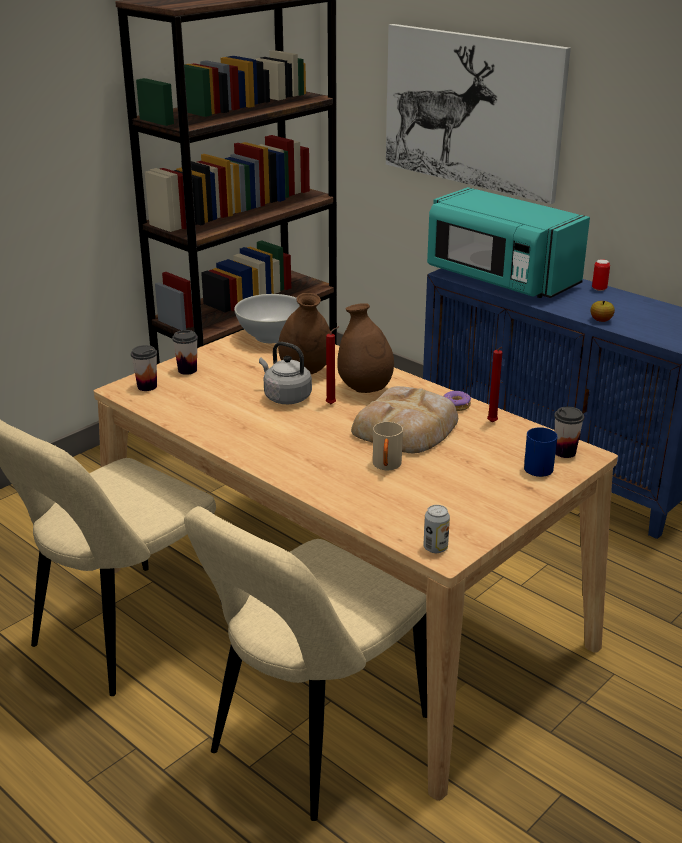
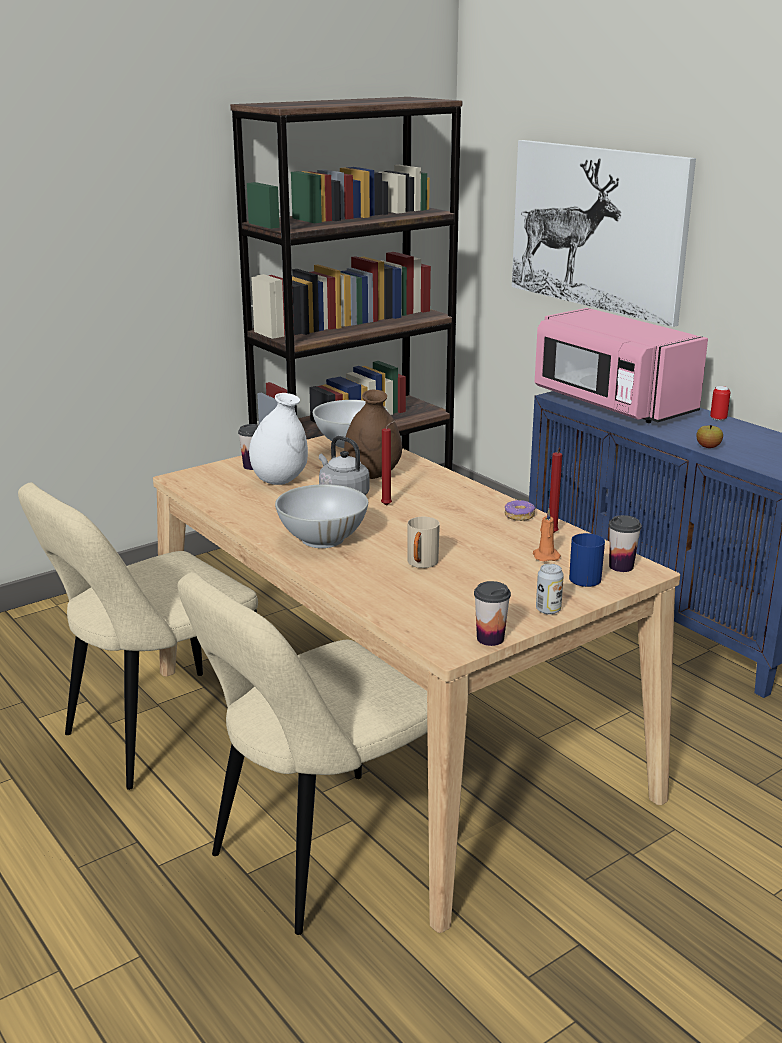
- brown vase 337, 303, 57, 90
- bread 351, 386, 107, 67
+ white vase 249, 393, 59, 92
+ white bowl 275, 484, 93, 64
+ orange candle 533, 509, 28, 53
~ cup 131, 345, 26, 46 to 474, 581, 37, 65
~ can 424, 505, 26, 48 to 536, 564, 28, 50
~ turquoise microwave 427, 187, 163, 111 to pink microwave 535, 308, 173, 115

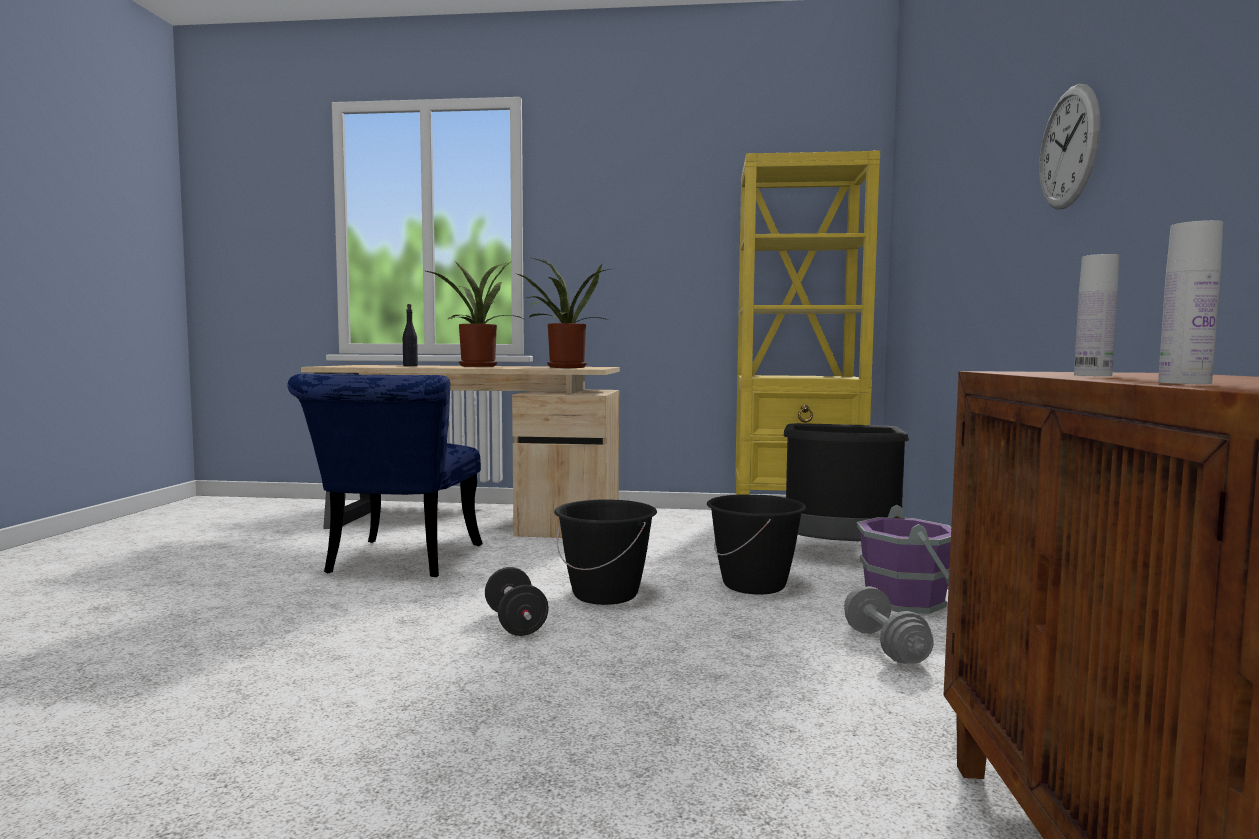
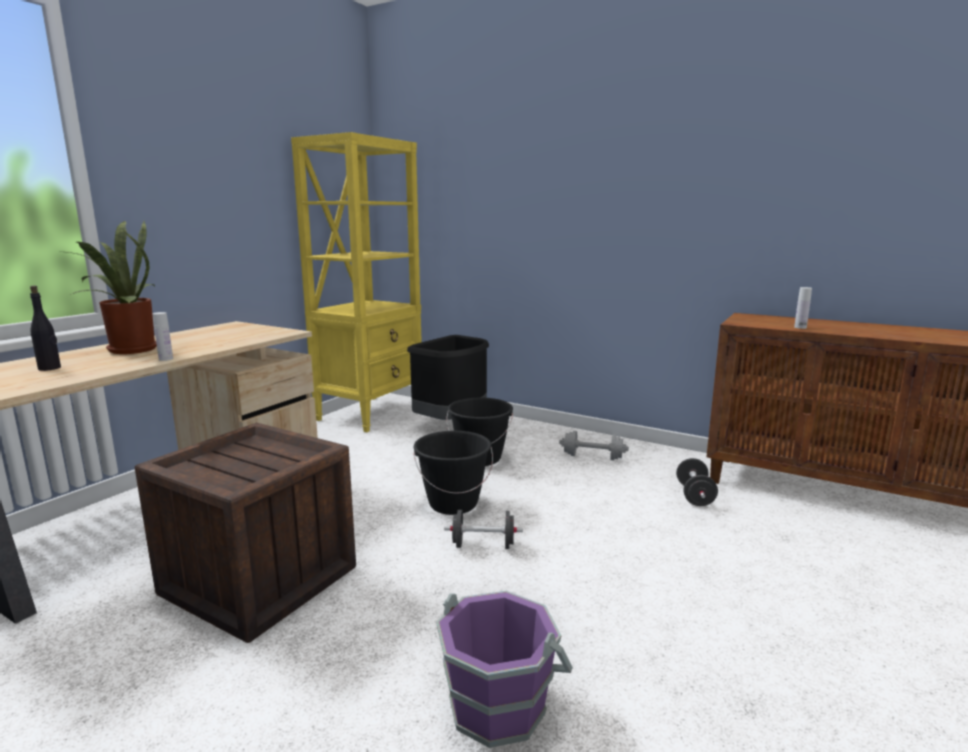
- potted plant 517, 258, 93, 110
- wall clock 1039, 84, 61, 126
+ black dumbbell 676, 458, 42, 48
~ purple bucket 857, 505, 94, 109 to 436, 591, 137, 157
~ white bottle 1158, 220, 65, 164 to 153, 312, 20, 49
~ blue chair 287, 374, 196, 203 to crate 135, 423, 221, 220

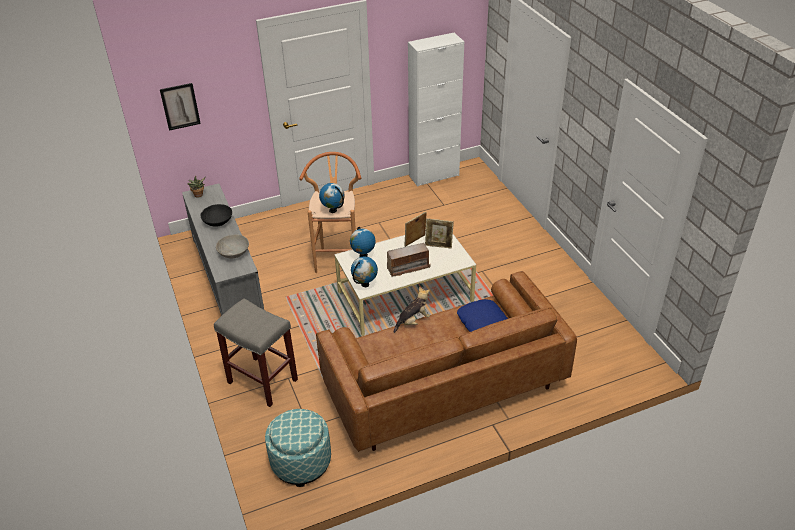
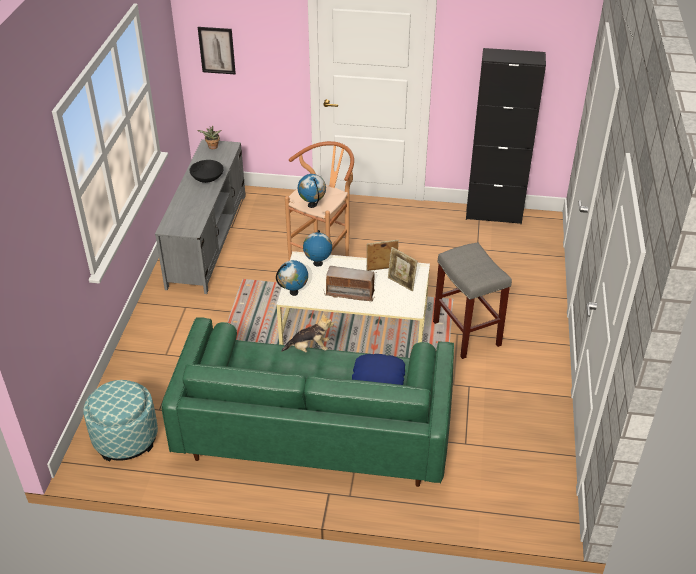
- grey bowl 216, 235, 33, 23
~ grey stool 214, 298, 84, 109 to 433, 242, 79, 117
~ brown sofa 316, 271, 261, 181 to green sofa 162, 317, 292, 170
~ white cabinet 408, 33, 56, 154 to black cabinet 466, 48, 80, 176

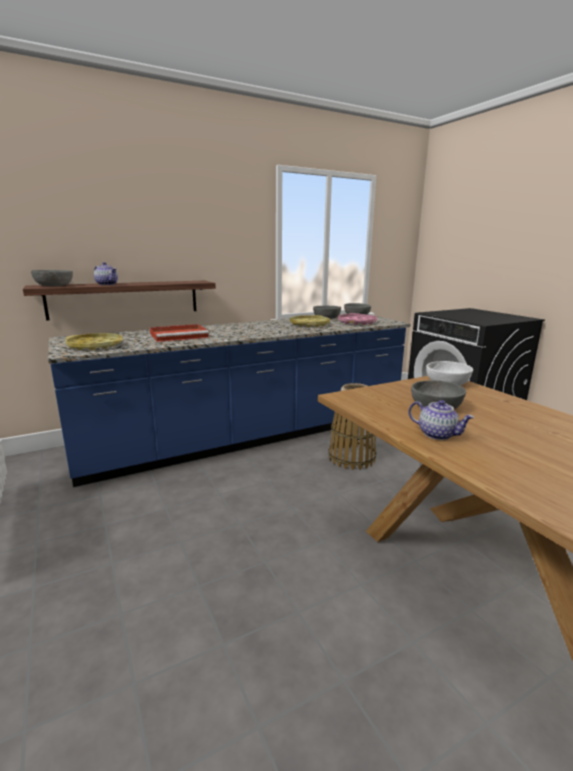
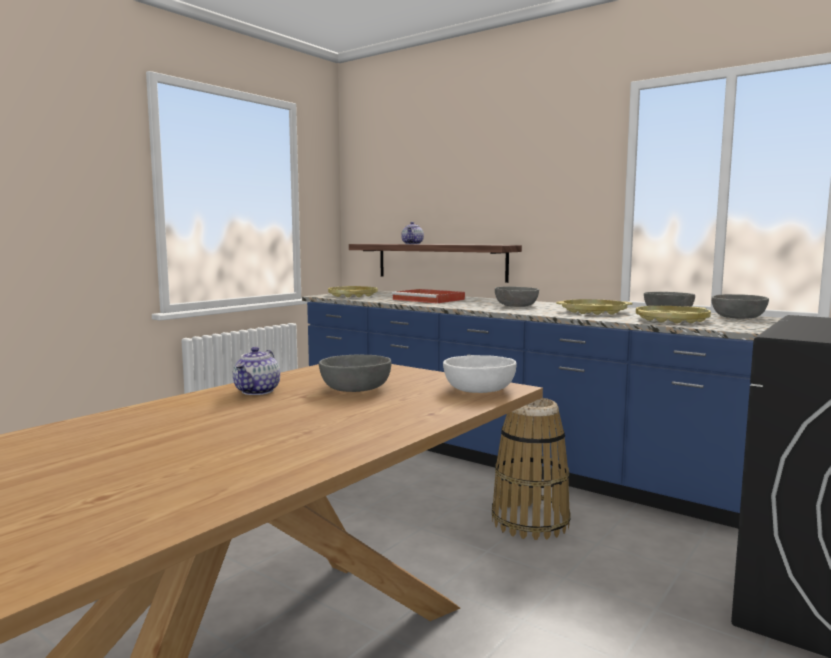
~ grey bowl 31, 270, 42, 16 to 495, 286, 44, 21
~ pink tray 338, 313, 39, 12 to yellow tray 636, 306, 75, 17

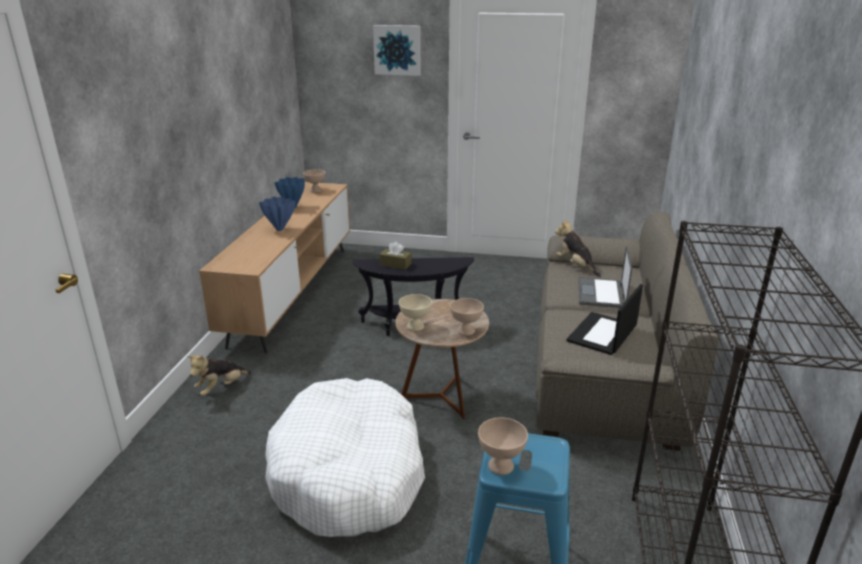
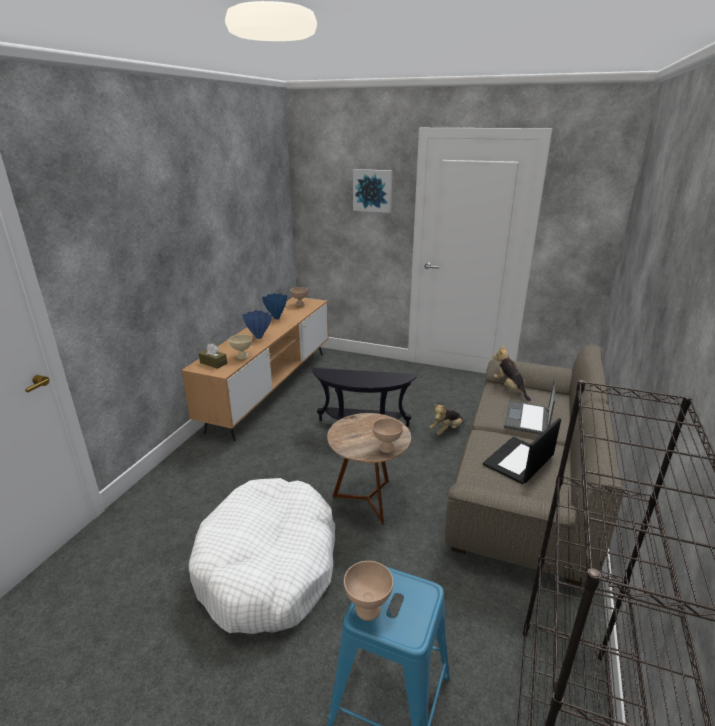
~ plush toy 187, 355, 64, 41 to 430, 405, 34, 30
~ brown tissue box 379, 242, 33, 28 to 199, 343, 28, 26
~ beige bowl 399, 294, 33, 37 to 229, 334, 23, 26

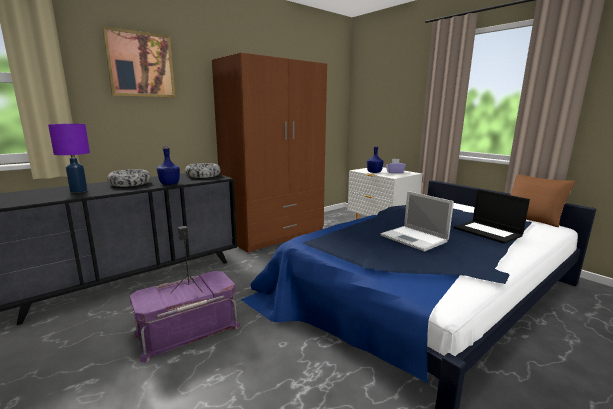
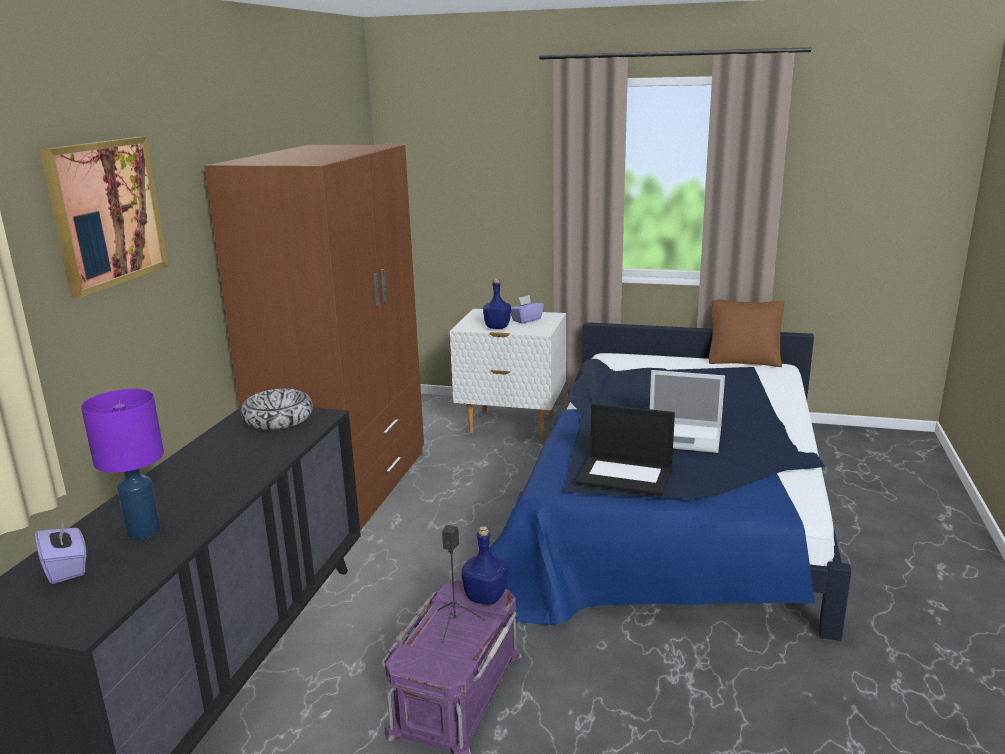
- bowl 107, 169, 44, 18
+ purple tissue box 35, 520, 52, 64
~ blue bottle 157, 145, 23, 40 to 462, 526, 46, 79
~ laptop 454, 189, 76, 55 to 575, 403, 100, 93

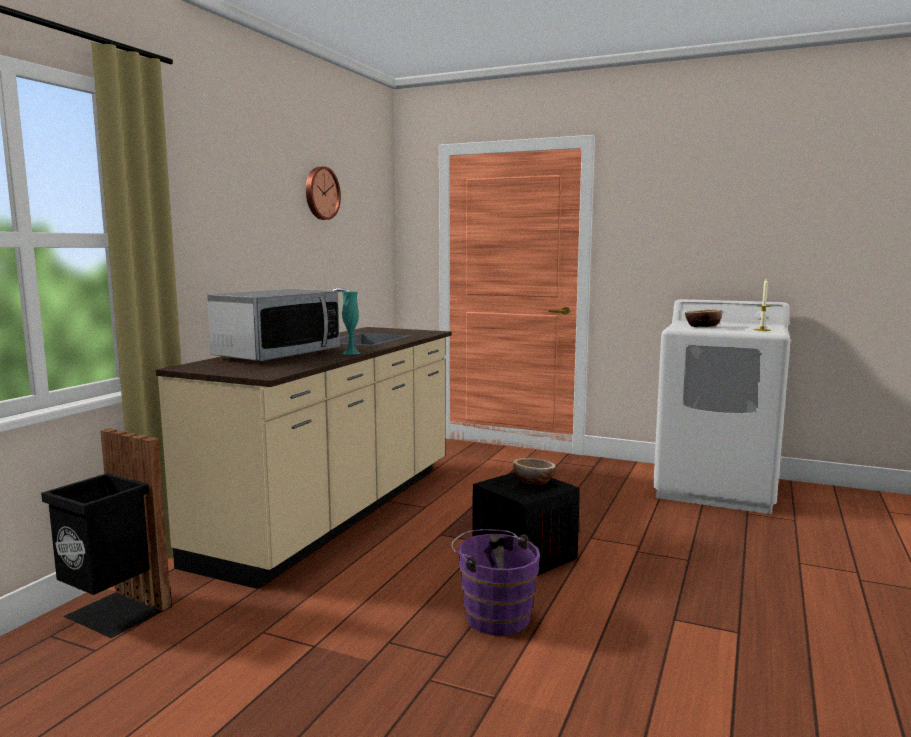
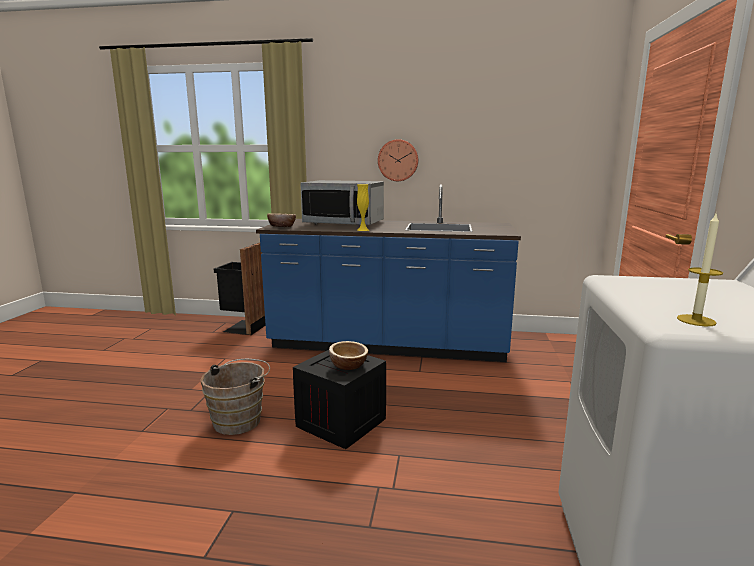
~ wall clock 306, 166, 35, 54 to 378, 139, 41, 42
~ bowl 685, 309, 37, 18 to 267, 213, 29, 14
~ beige counter 156, 288, 295, 301 to blue counter 256, 184, 265, 178
~ turquoise vase 342, 291, 18, 64 to yellow vase 357, 184, 12, 47
~ purple bucket 451, 529, 89, 107 to brown bucket 200, 359, 70, 76

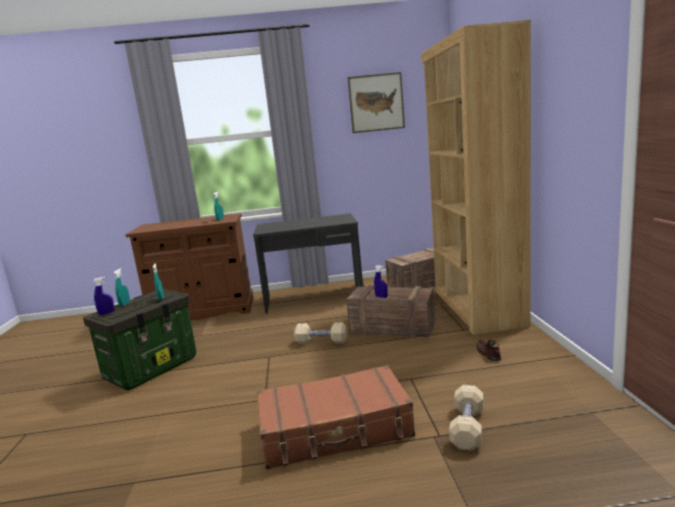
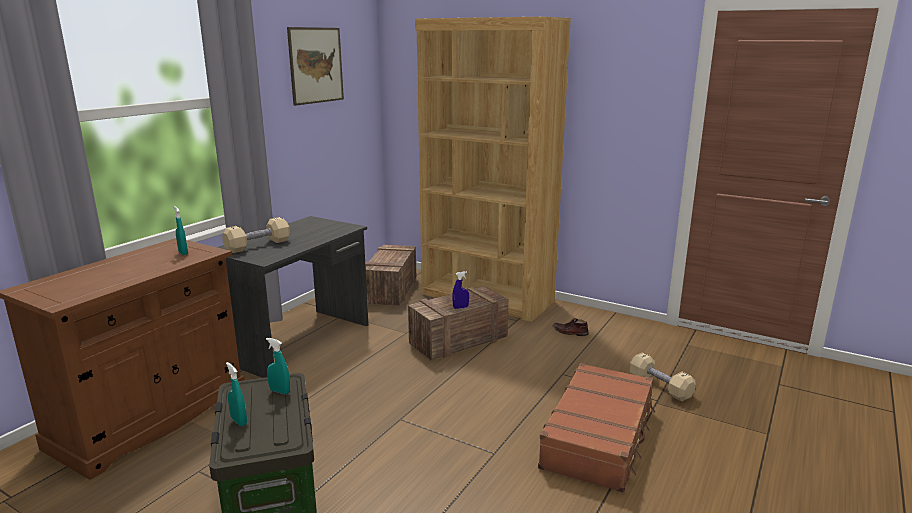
- blue spray bottle 93, 277, 22, 38
~ beige dumbbell 294, 322, 53, 22 to 222, 217, 68, 36

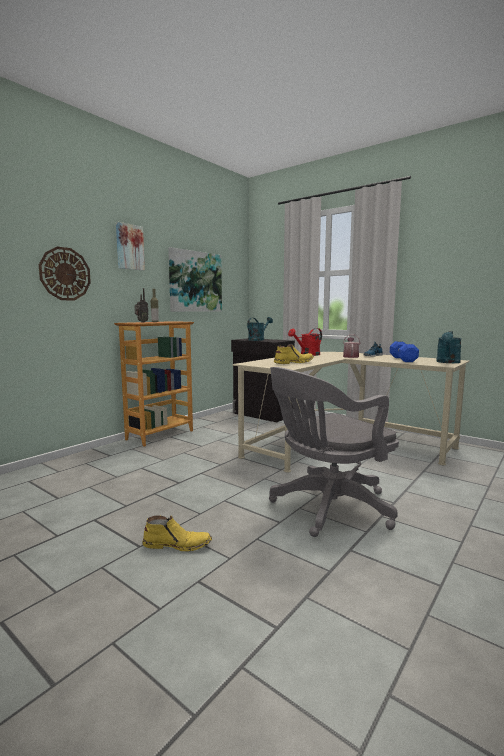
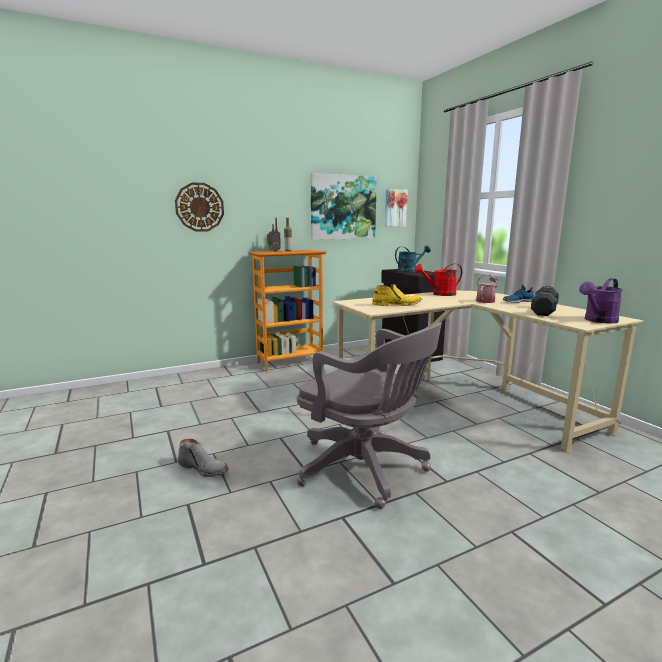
~ picture 116, 222, 29, 49 to 385, 189, 23, 38
~ yellow boot 142, 516, 70, 36 to grey boot 178, 439, 51, 38
~ blue dumbbell 390, 341, 29, 21 to black dumbbell 531, 286, 28, 30
~ turquoise watering can 436, 331, 26, 32 to purple watering can 579, 278, 44, 46
~ grey office chair 269, 367, 130, 170 = 297, 322, 145, 187 135 degrees counterclockwise

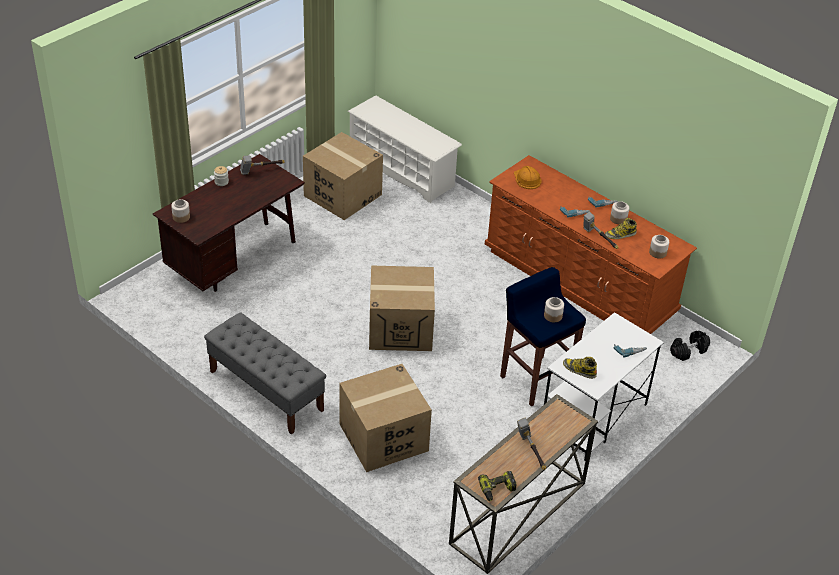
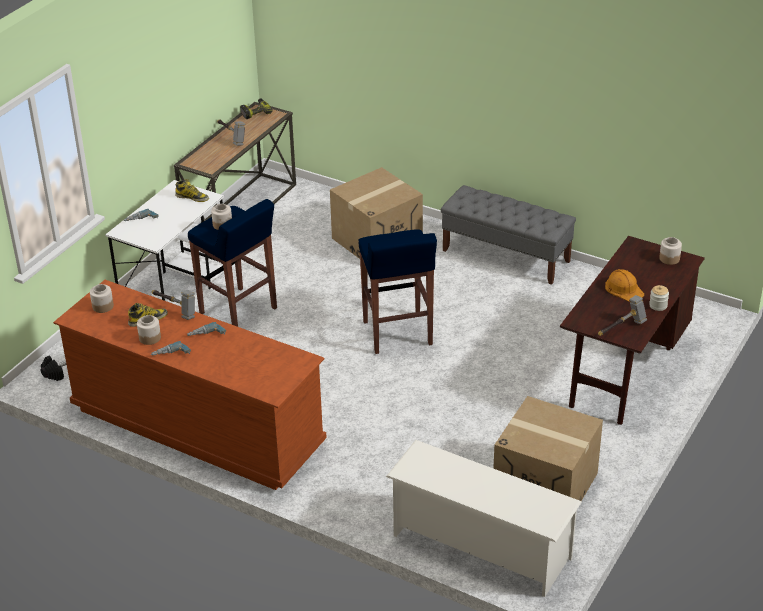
~ orange hard hat 514, 166, 28, 23 to 605, 269, 39, 33
~ cardboard box 369, 265, 66, 86 to blue stool 359, 229, 78, 125

